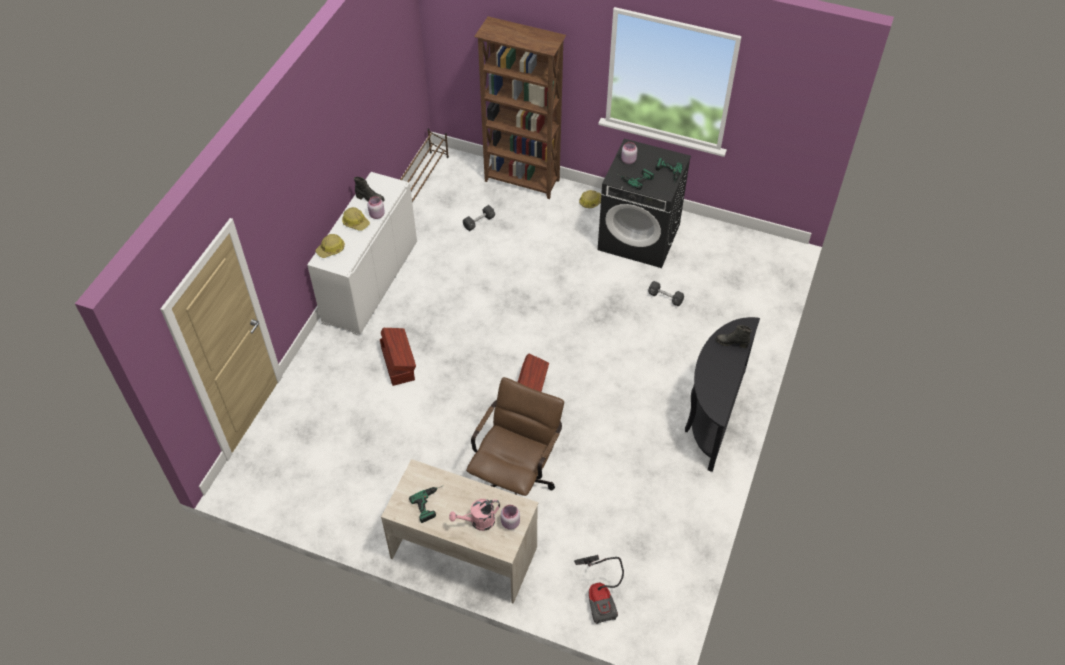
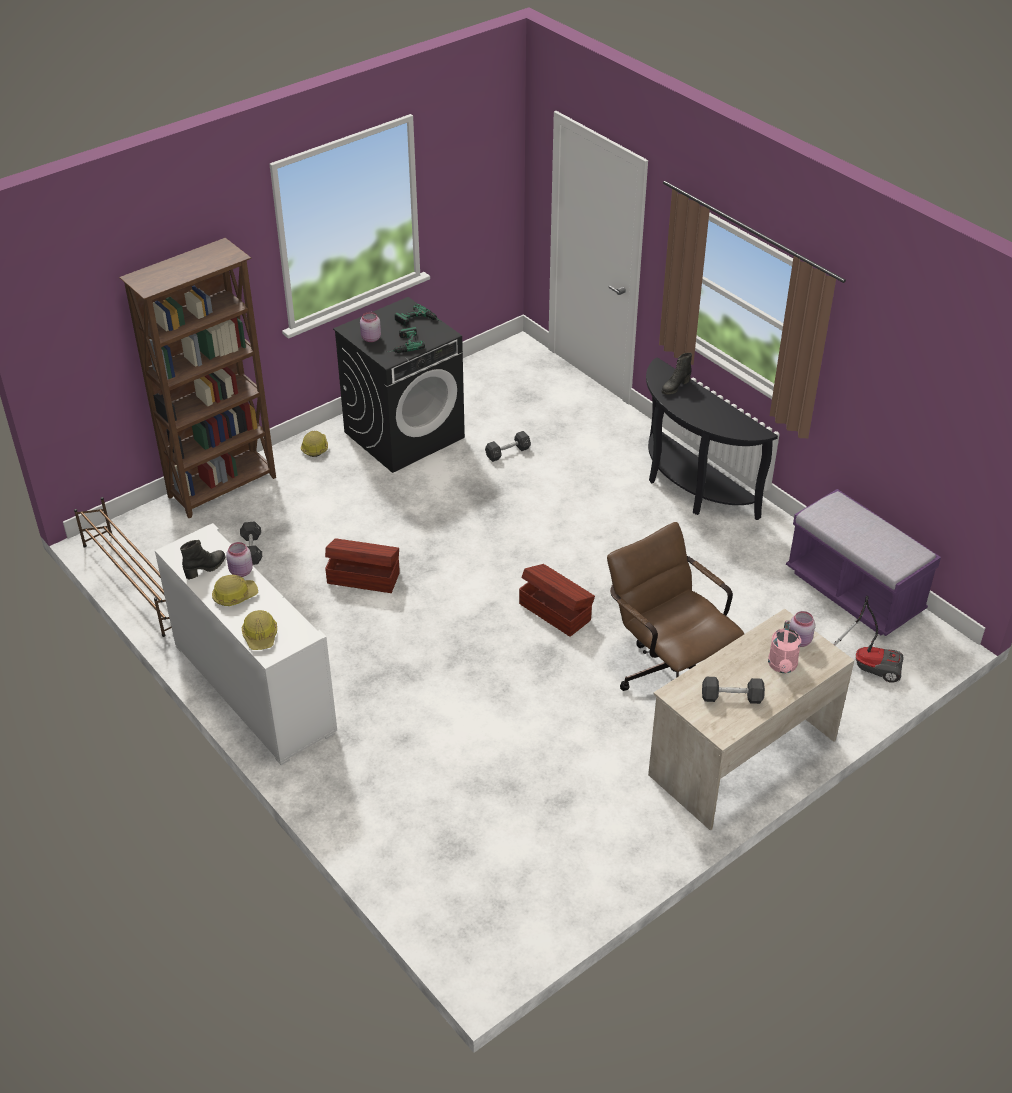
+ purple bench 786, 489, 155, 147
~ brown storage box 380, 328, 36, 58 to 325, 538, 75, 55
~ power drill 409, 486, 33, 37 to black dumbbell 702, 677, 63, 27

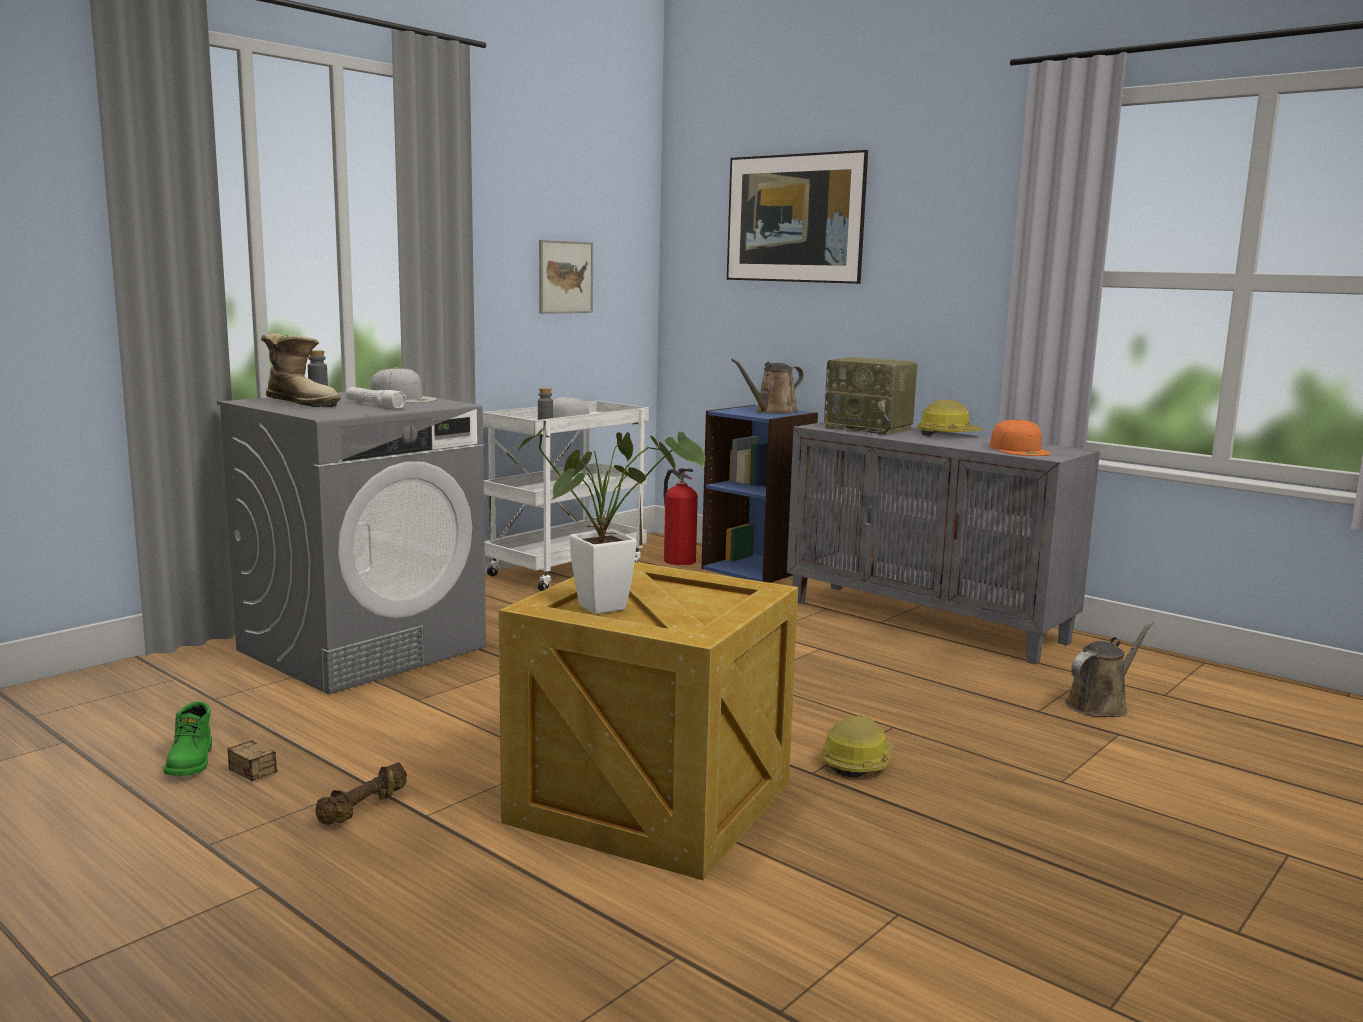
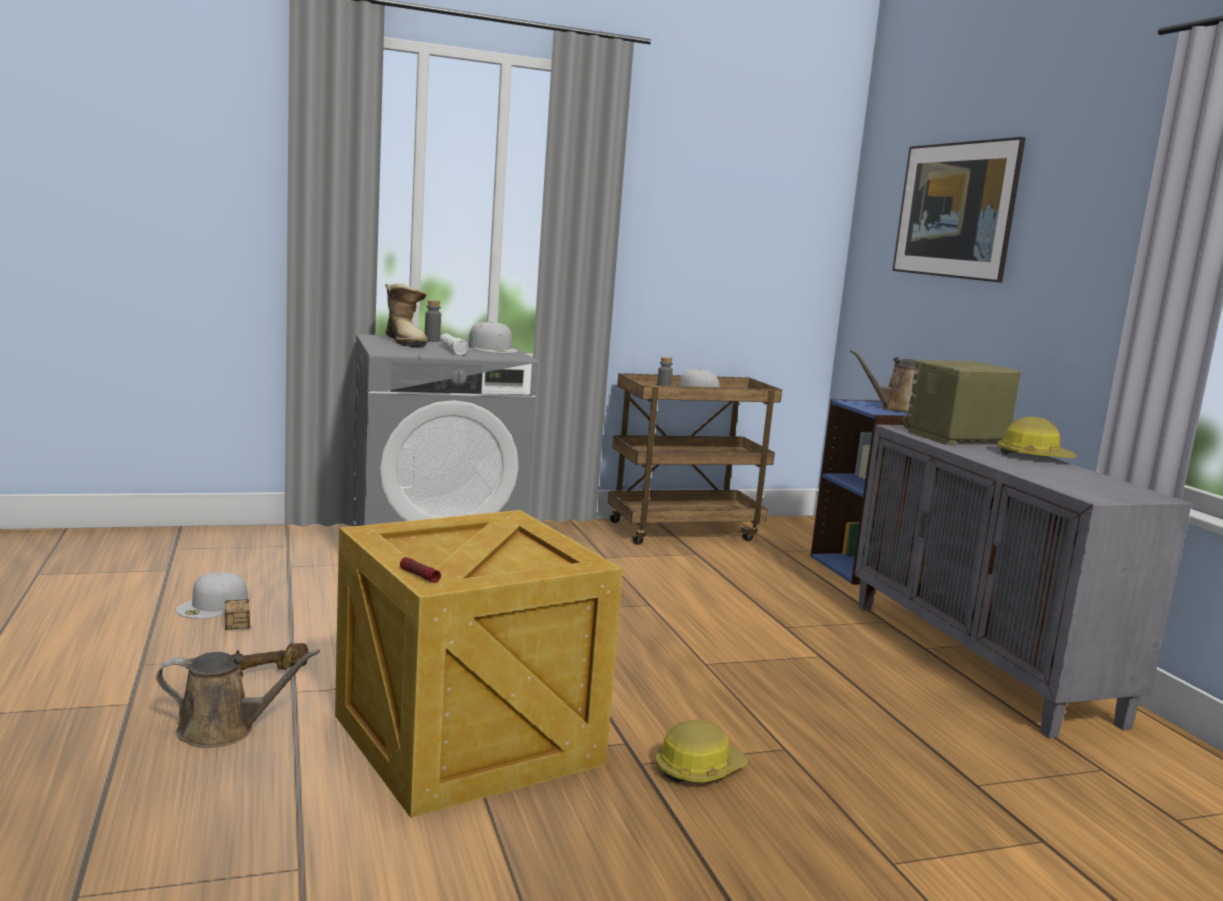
- potted plant 518, 427, 187, 187
- picture 539, 240, 54, 74
- fire extinguisher 663, 468, 35, 97
- orange cap 990, 419, 61, 37
+ flashlight 400, 557, 41, 26
~ brown watering can 1065, 621, 89, 96 to 156, 649, 164, 99
~ green boot 164, 701, 48, 75 to white cap 176, 572, 72, 47
~ white cart 483, 401, 166, 190 to brown cart 608, 373, 174, 172
~ radio 824, 357, 94, 78 = 903, 360, 118, 85 90 degrees clockwise

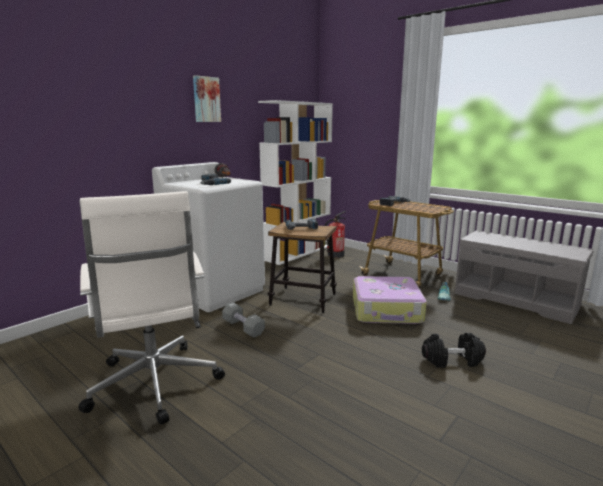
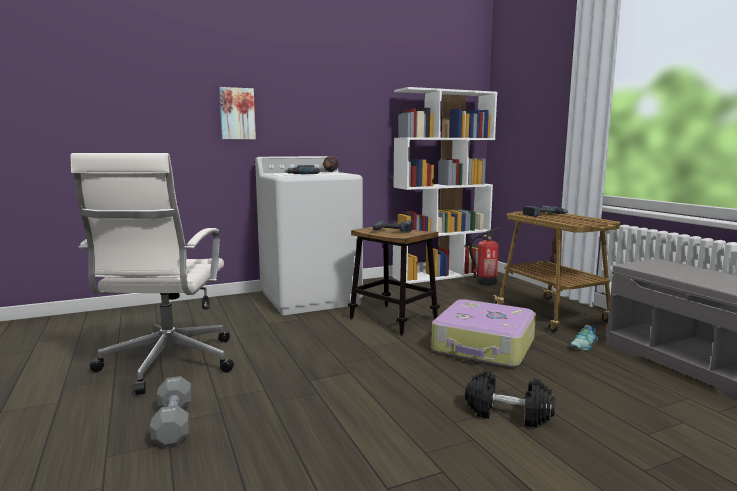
~ picture 193, 75, 28, 47 to 219, 87, 37, 52
~ grey dumbbell 222, 302, 43, 36 to 150, 376, 42, 71

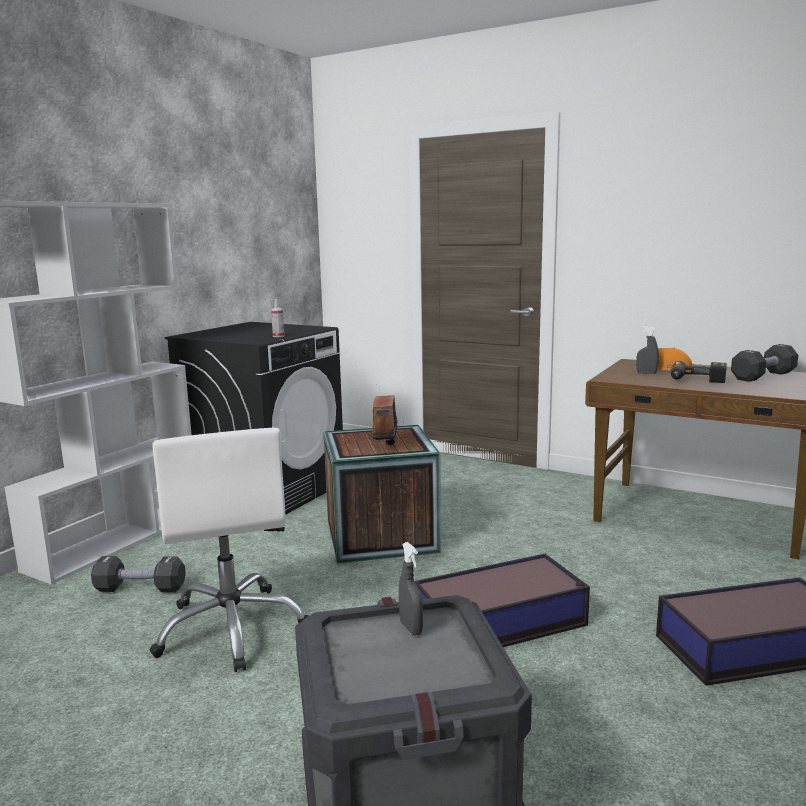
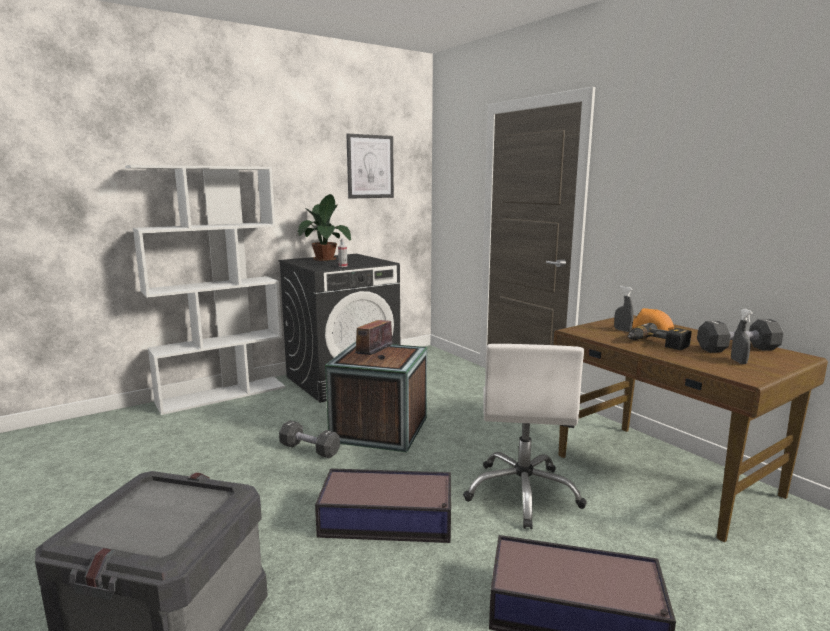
+ potted plant 296, 194, 55, 67
+ picture 346, 134, 48, 65
~ black dumbbell 91, 556, 95, 37 to 279, 420, 61, 39
~ white office chair 150, 428, 159, 244 to 463, 344, 124, 185
~ grey spray bottle 399, 542, 24, 93 to 731, 309, 22, 55

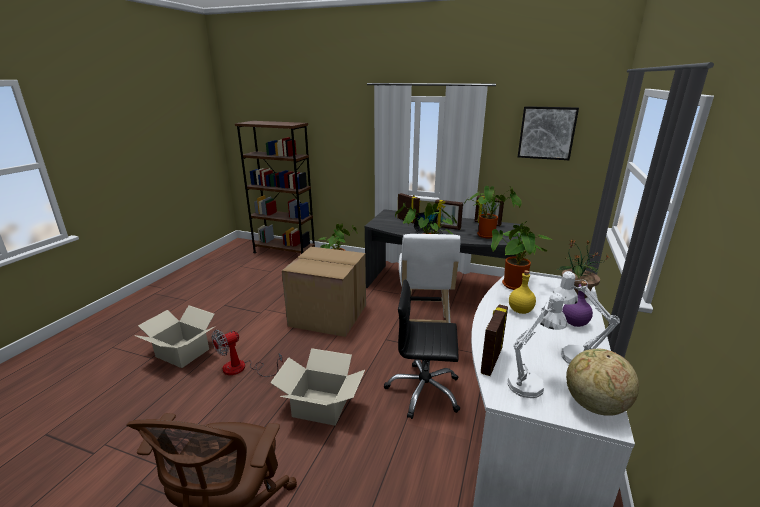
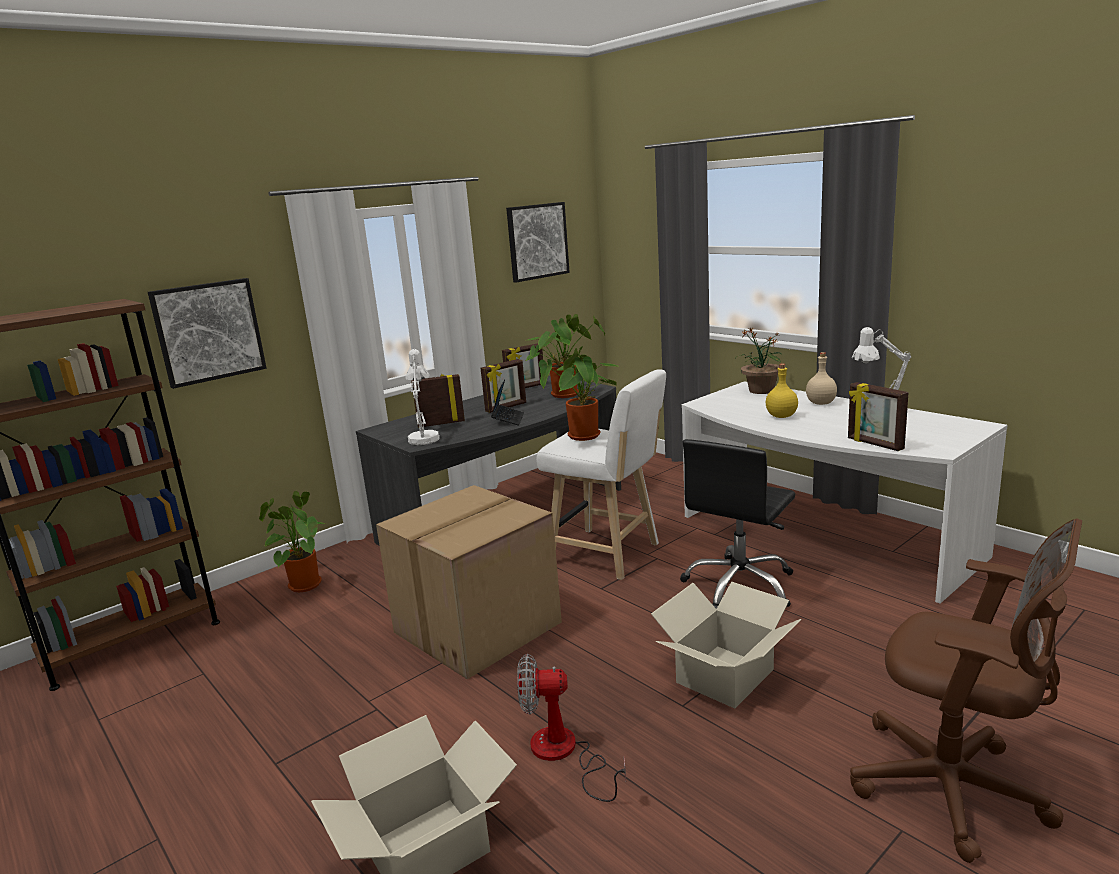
- potted plant 491, 221, 61, 69
- globe 566, 349, 73, 66
+ picture 148, 278, 119, 111
~ white table lamp 508, 293, 59, 105 to 405, 349, 35, 96
~ purple bottle 562, 281, 31, 46 to beige bottle 806, 352, 31, 53
~ fan 212, 330, 71, 47 = 517, 654, 109, 148 105 degrees clockwise

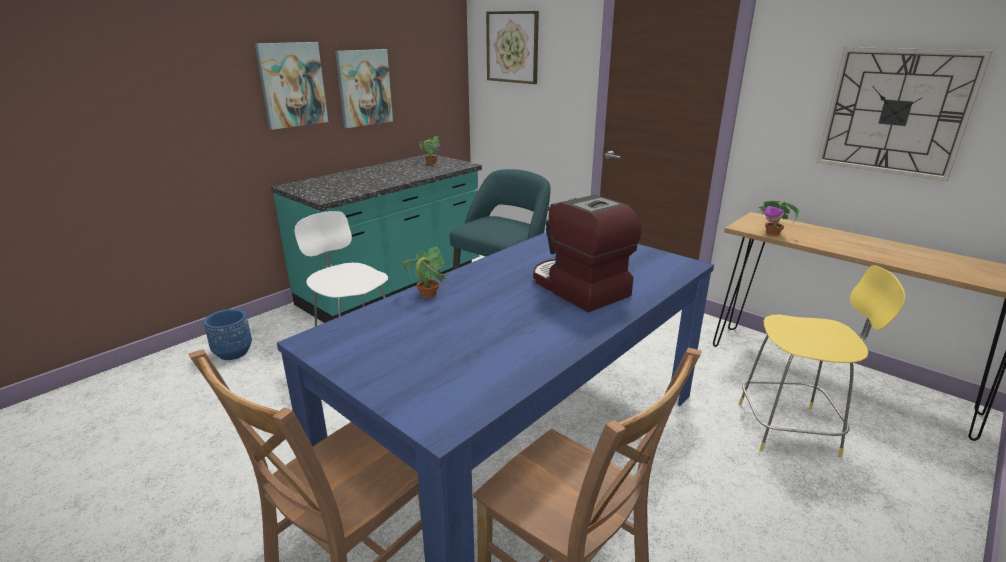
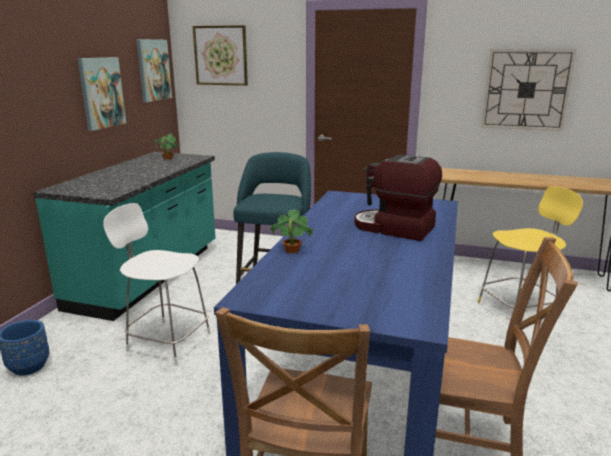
- potted plant 757, 201, 43, 35
~ picture 255, 42, 73, 88 to 136, 39, 36, 63

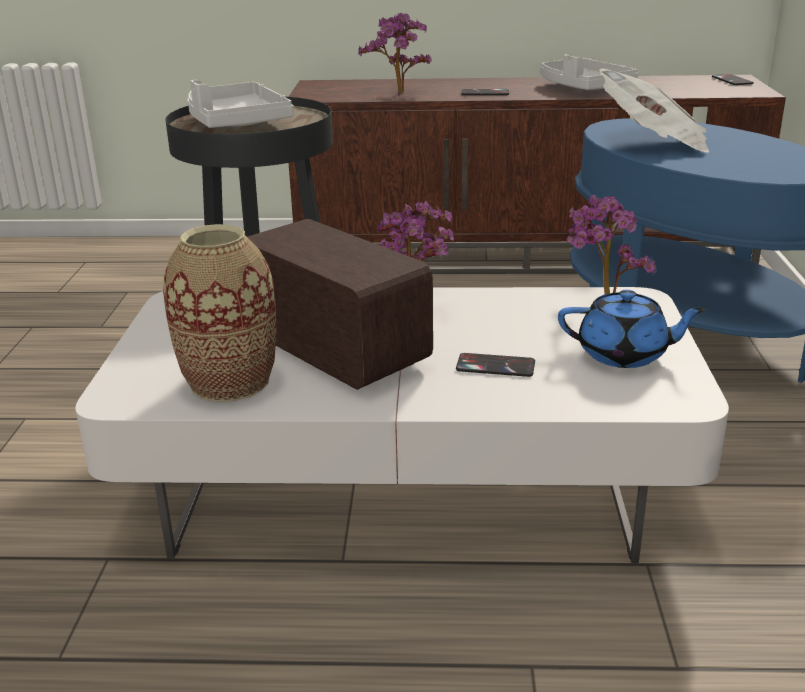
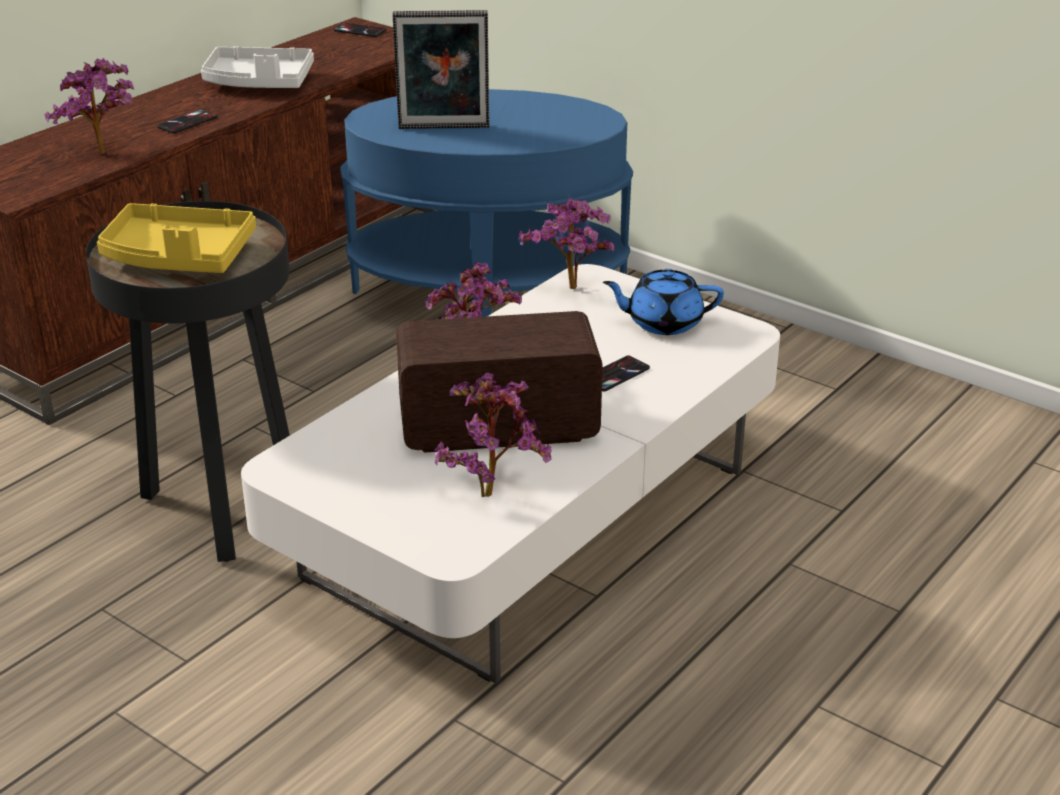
~ vase 163, 224, 113, 178 to potted plant 434, 372, 118, 125
~ newspaper 600, 69, 109, 84 to picture frame 392, 10, 97, 119
~ white tray 188, 80, 106, 48 to yellow tray 97, 203, 159, 70
~ blue teapot 558, 290, 148, 78 = 603, 269, 121, 66 135 degrees counterclockwise

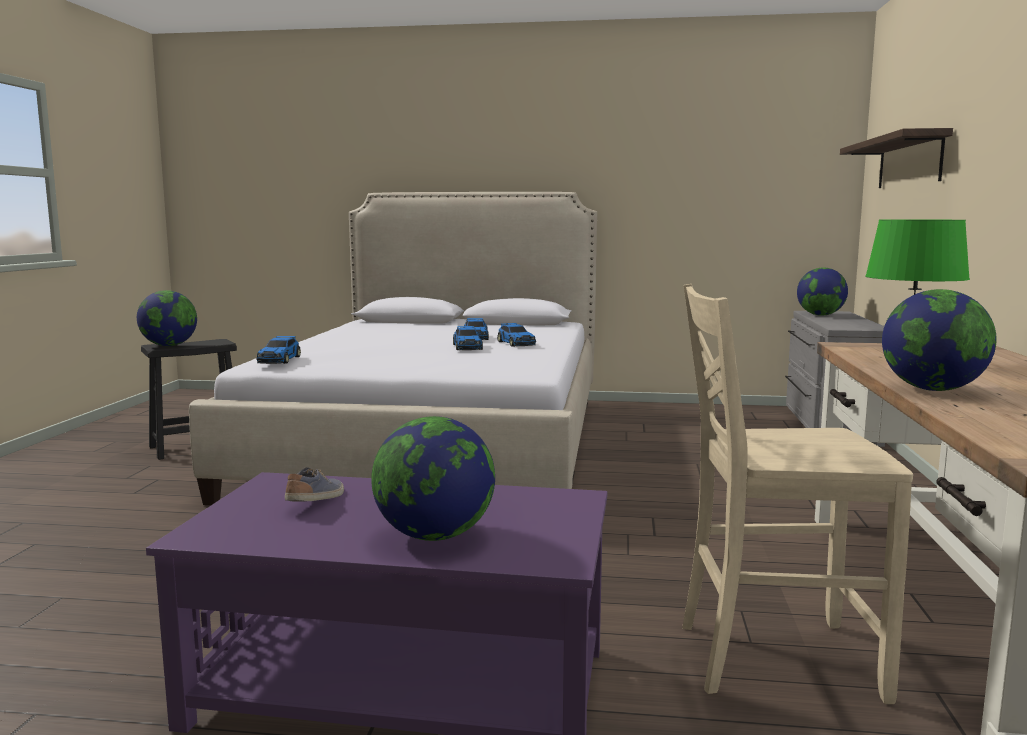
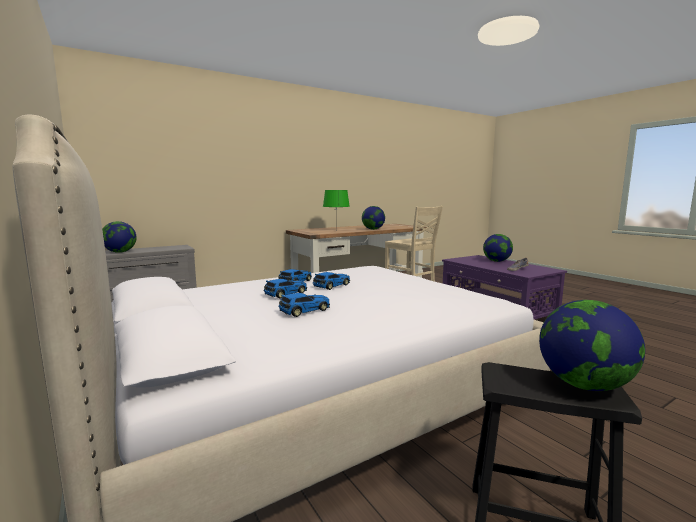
- shelf 840, 128, 113, 60
~ toy car 256, 336, 45, 28 to 278, 293, 52, 24

